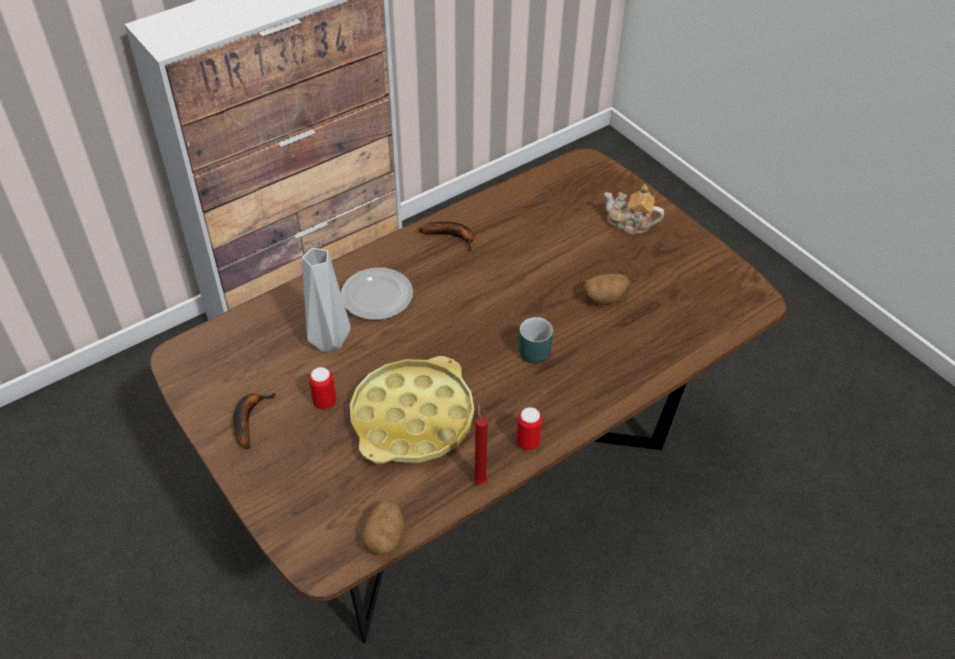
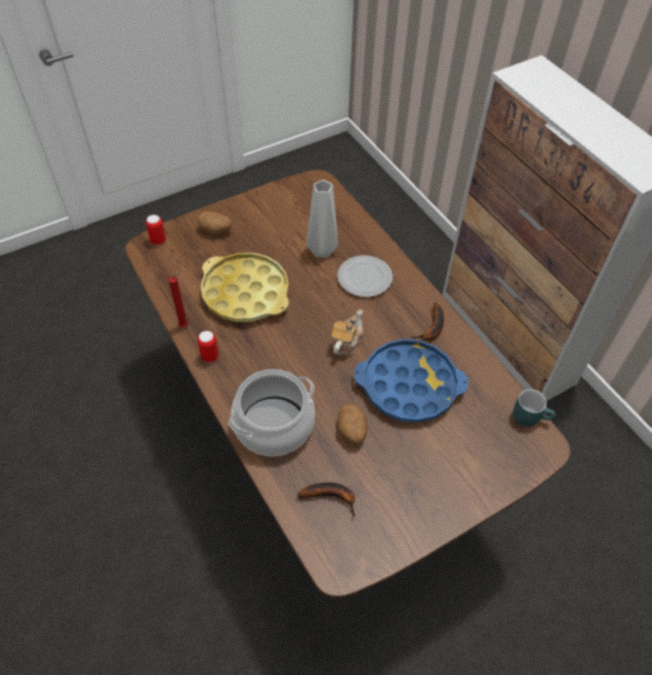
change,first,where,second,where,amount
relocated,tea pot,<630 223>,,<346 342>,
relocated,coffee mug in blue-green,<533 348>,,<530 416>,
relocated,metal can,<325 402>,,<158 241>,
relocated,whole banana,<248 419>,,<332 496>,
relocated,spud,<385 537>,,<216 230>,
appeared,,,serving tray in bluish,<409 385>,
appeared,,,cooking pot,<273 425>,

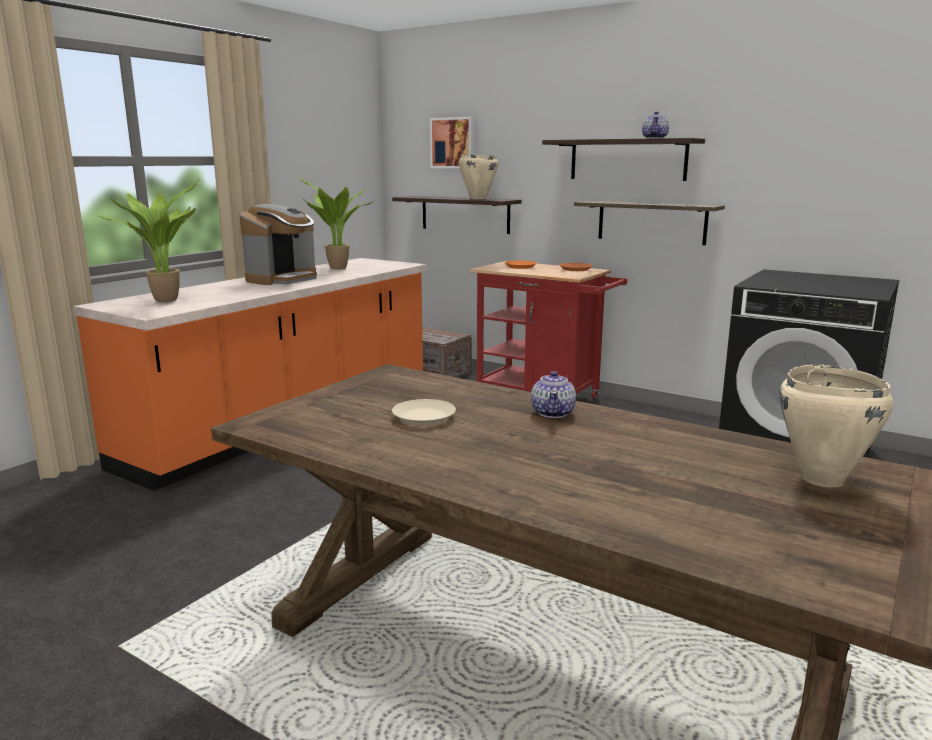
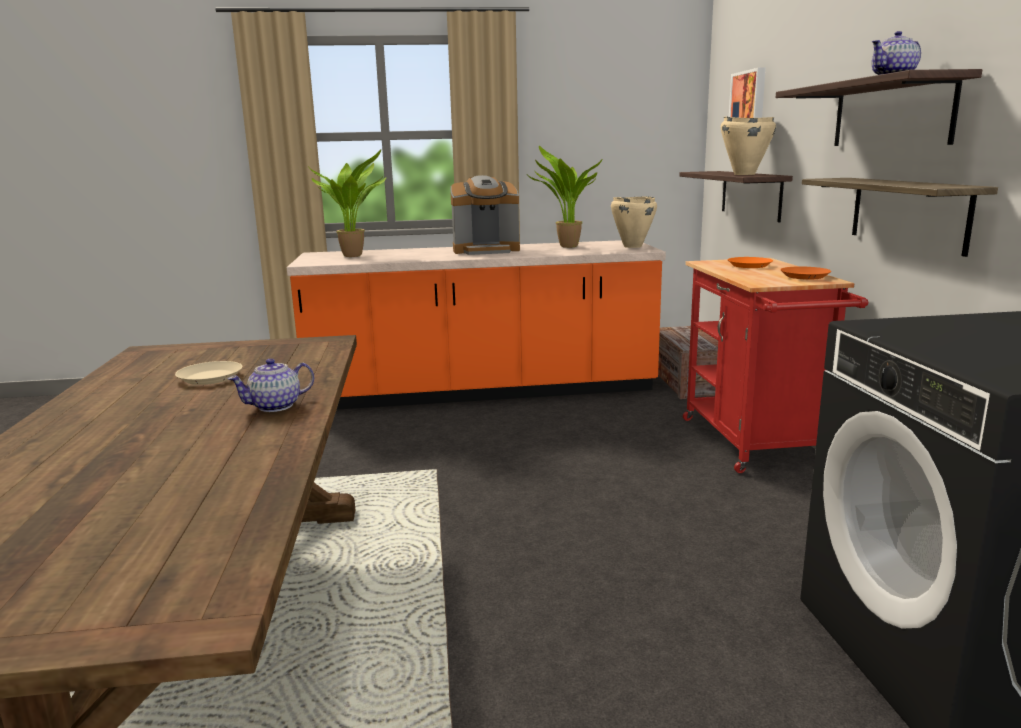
change,first,where,second,where,amount
relocated,cooking pot in beige,<821 479>,,<632 246>,

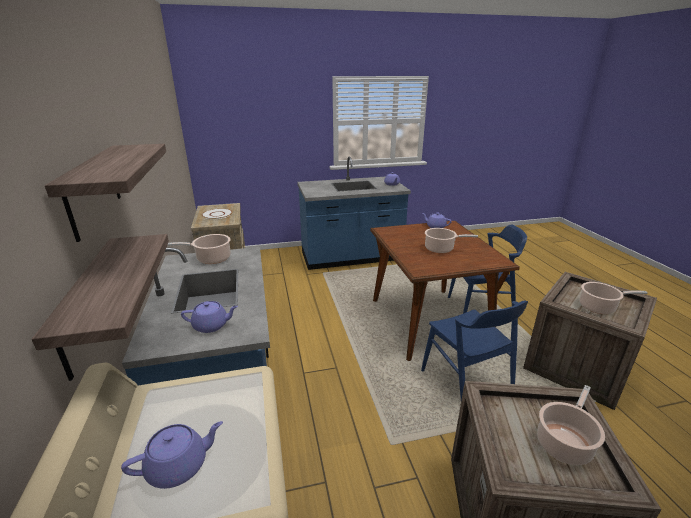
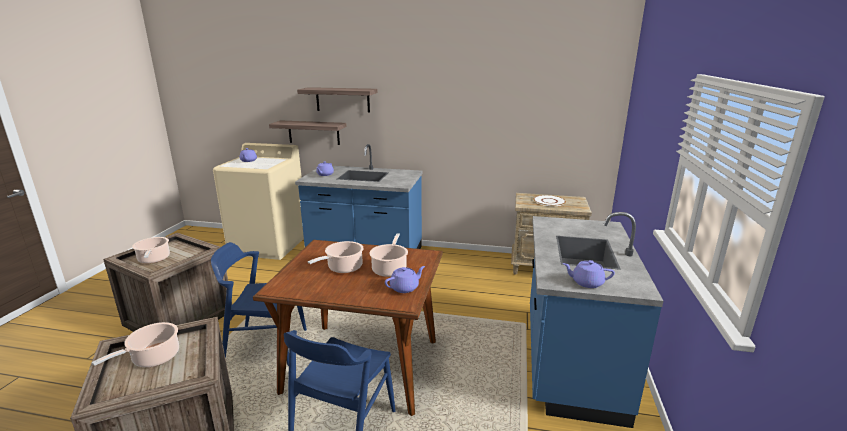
change,first,where,second,where,amount
relocated,cooking pot,<211 259>,,<390 269>,

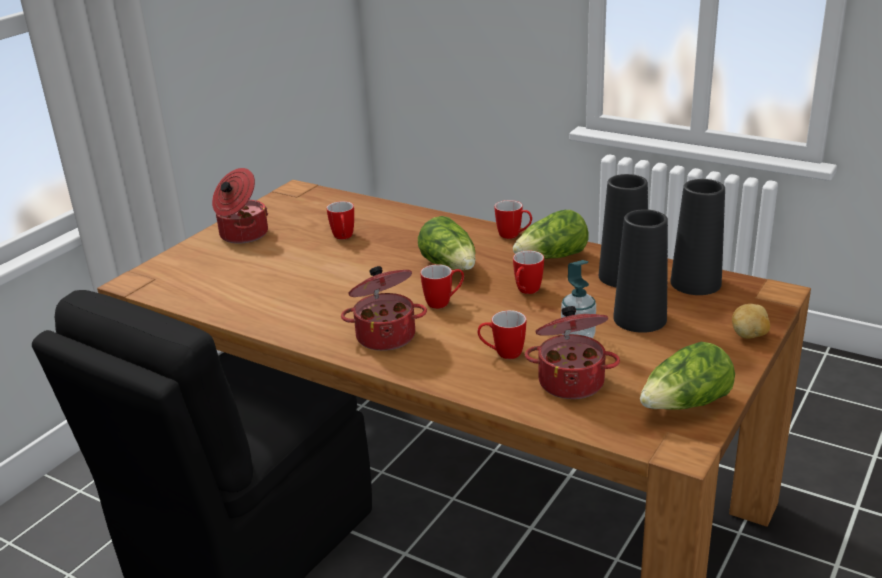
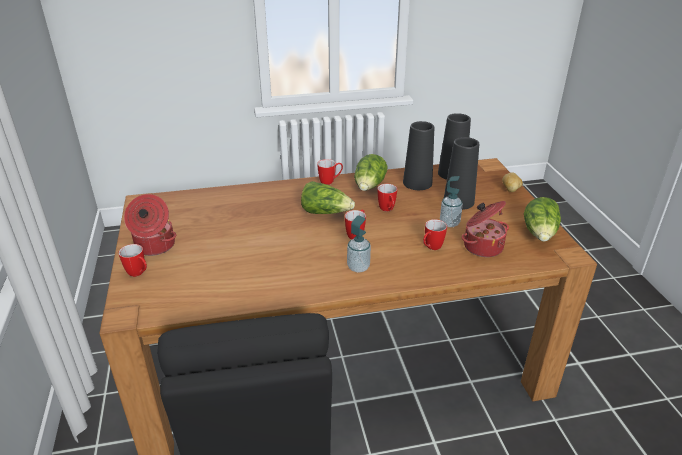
change,first,where,second,where,amount
relocated,coffee mug,<343 238>,,<139 274>,
exchanged,cooking pot,<386 335>,soap bottle,<358 267>,

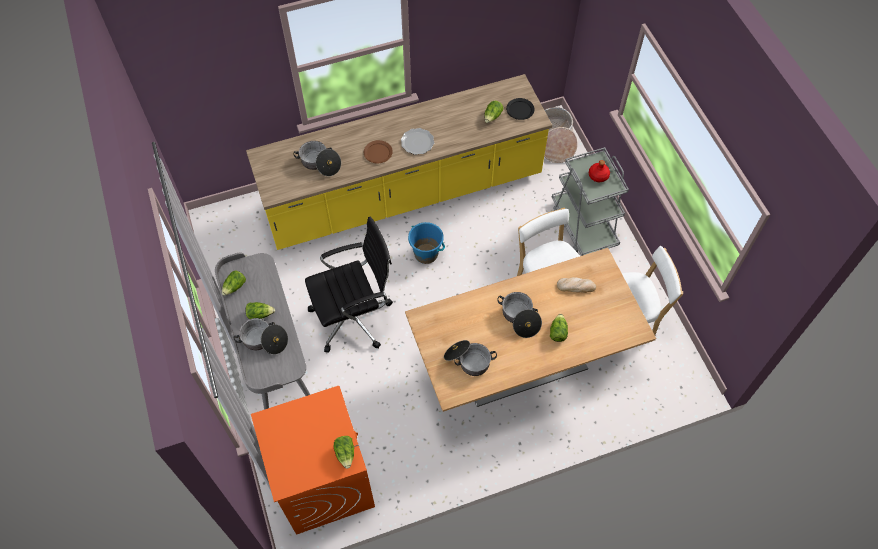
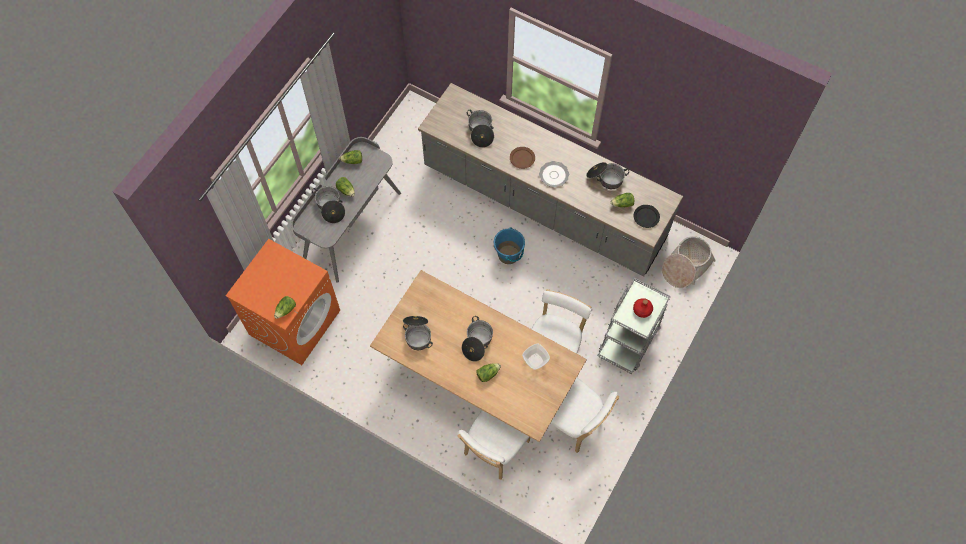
change,first,where,second,where,amount
colour,counter in yellow,<403 193>,counter in grey,<543 203>,
missing,computer chair in blackish,<354 317>,,,
exchanged,baked bread,<576 286>,serving bowl,<535 360>,
appeared,,,cooking pot,<605 178>,
appeared,,,plain chair in white-coloured,<494 450>,

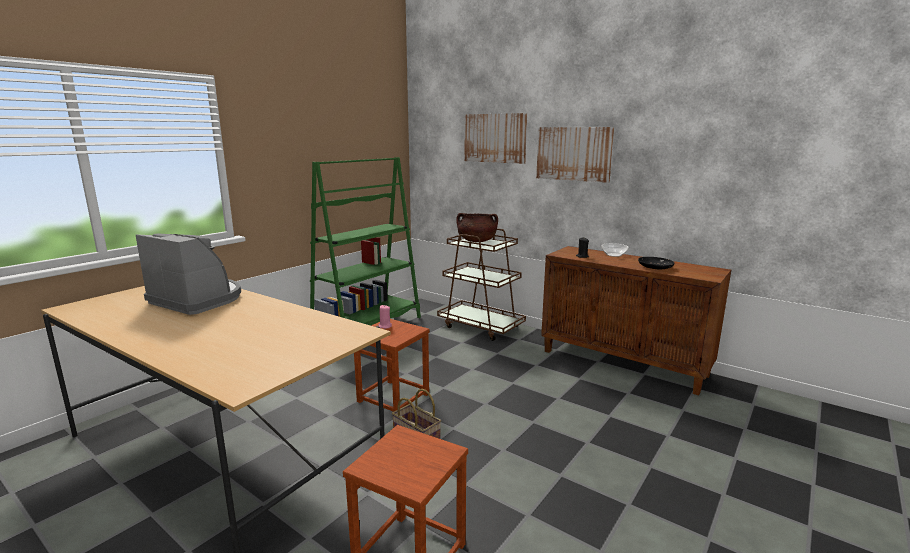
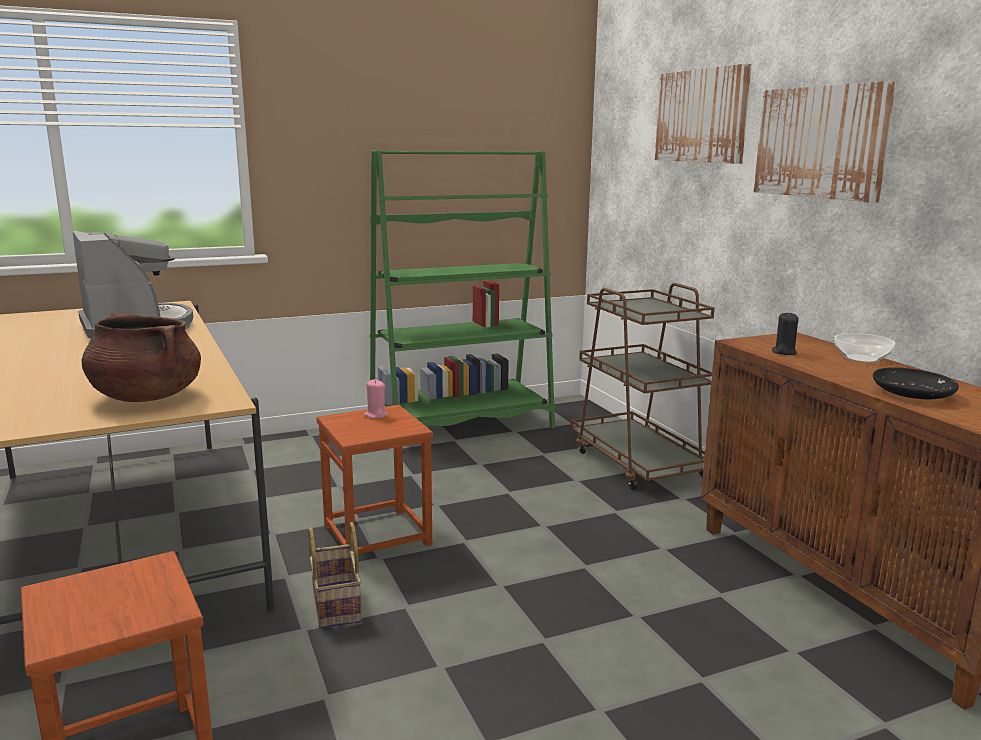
change,first,where,second,where,amount
relocated,cooking pot in brown-coloured,<477 241>,,<146 397>,

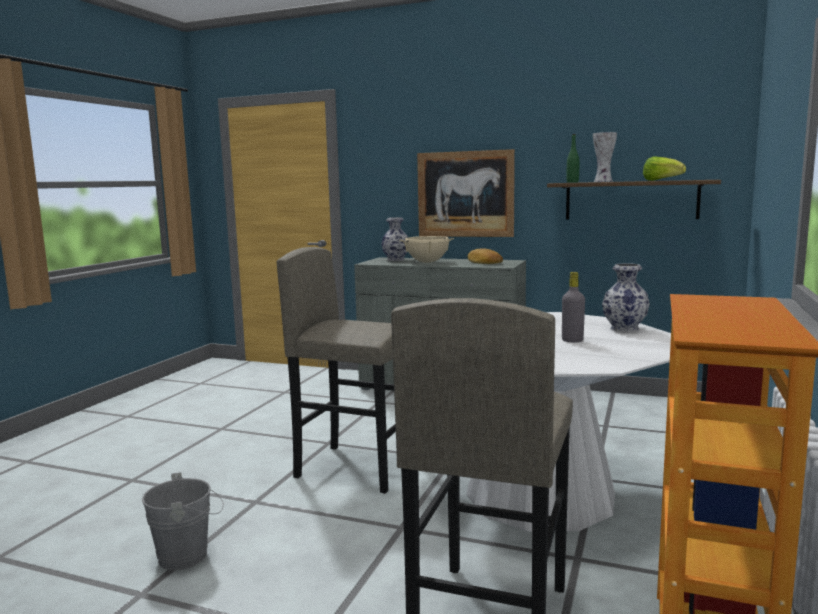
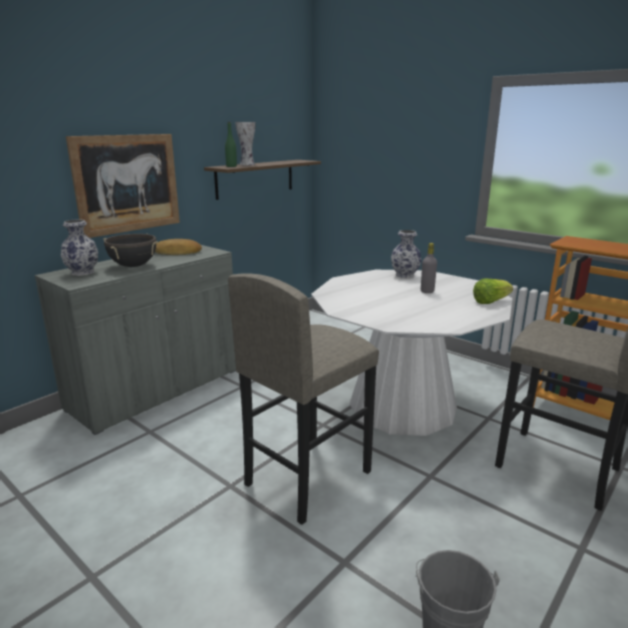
change,first,where,second,where,amount
relocated,head of lettuce,<661 180>,,<490 302>,
colour,cooking pot in beige,<427 262>,cooking pot in blackish,<133 266>,

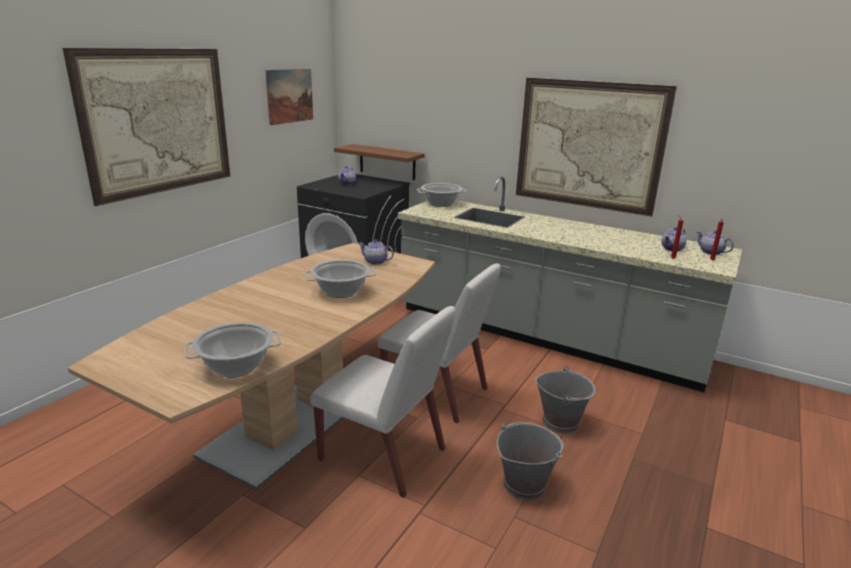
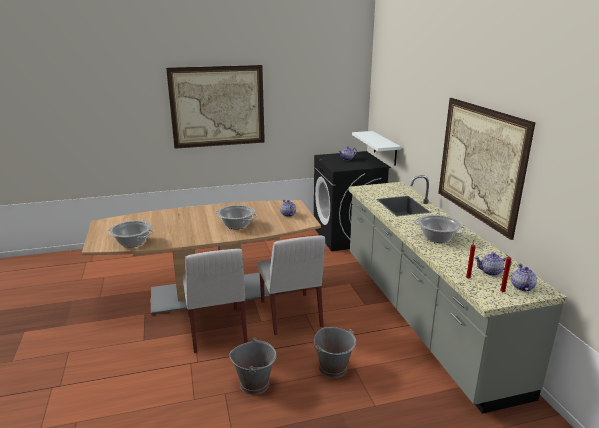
change,first,where,second,where,amount
missing,picture,<290 96>,,,
colour,wall shelf in brown-coloured,<387 162>,wall shelf in white-coloured,<385 148>,
relocated,cooking pot,<440 204>,,<437 238>,

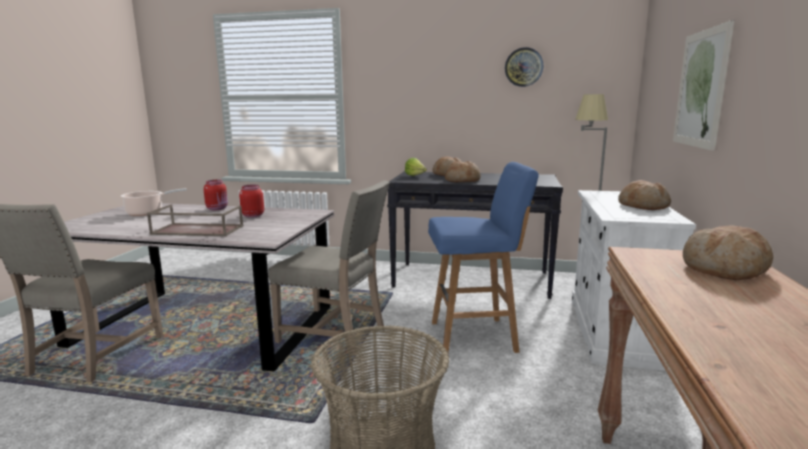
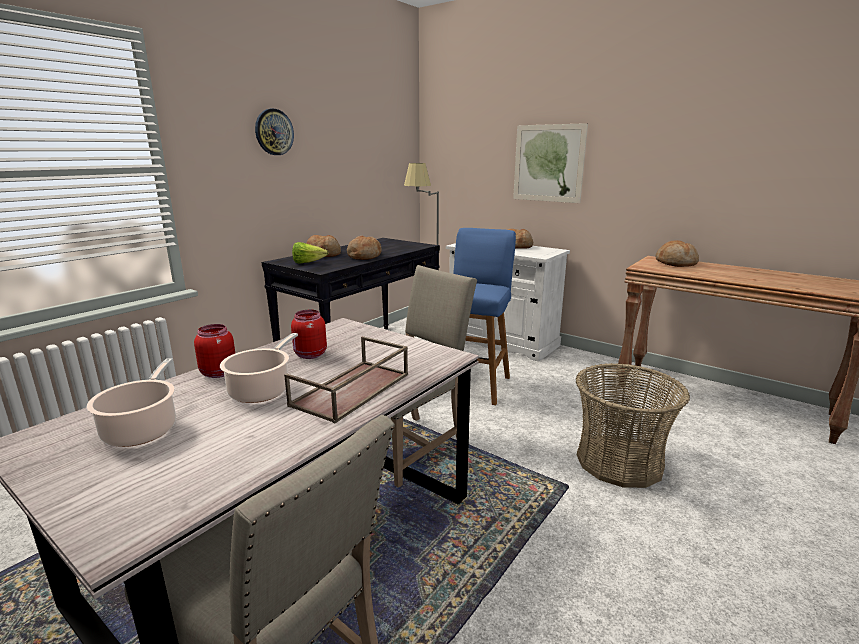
change,first,where,second,where,amount
relocated,clock on the wall,<523 67>,,<274 132>,
appeared,,,cooking pot,<262 390>,

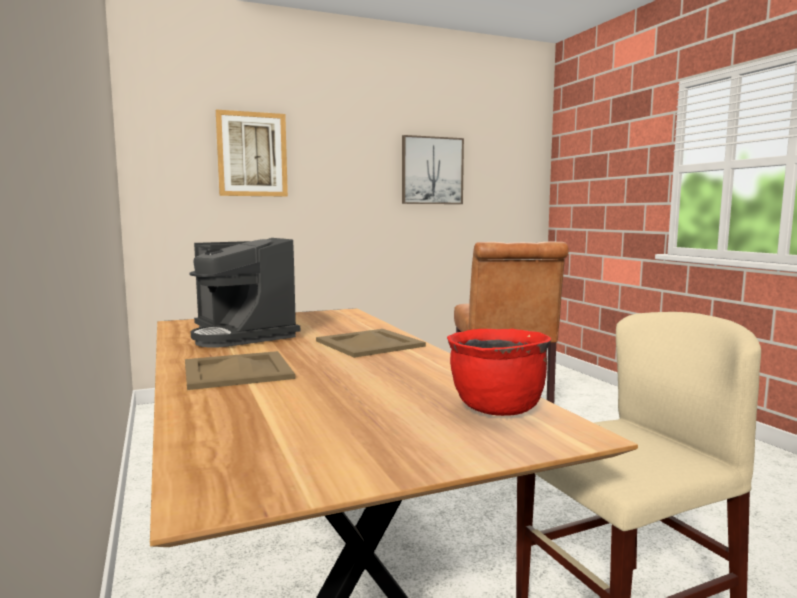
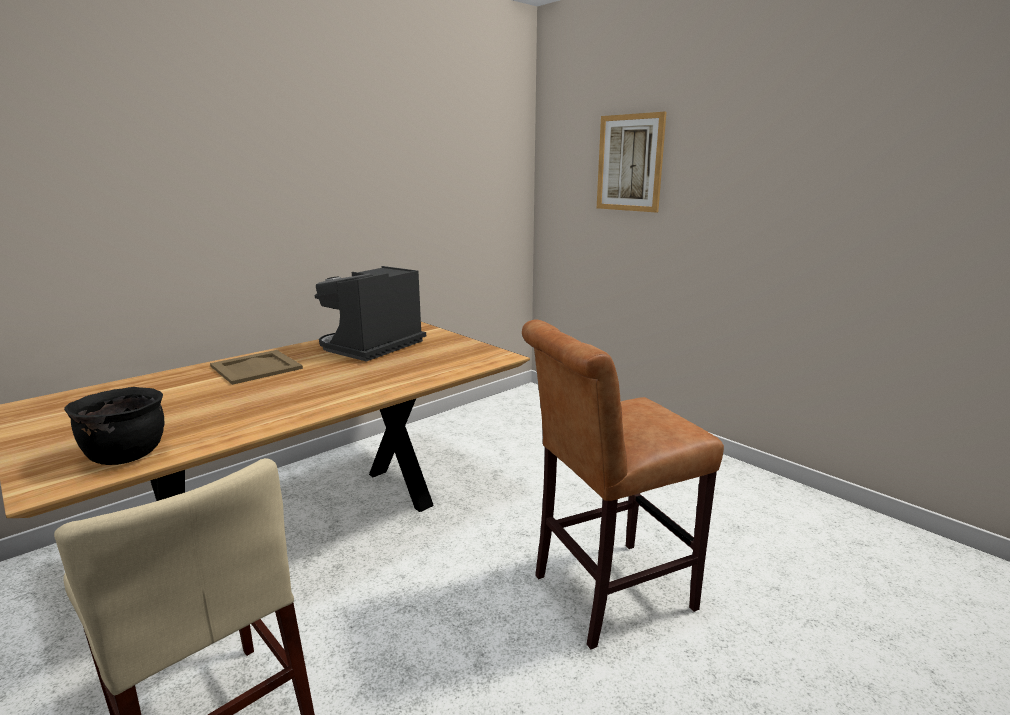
change,first,where,second,where,amount
missing,picture,<432 170>,,,
missing,serving tray in beige,<369 344>,,,
colour,cooking pot in reddish,<496 408>,cooking pot in blackish,<126 455>,

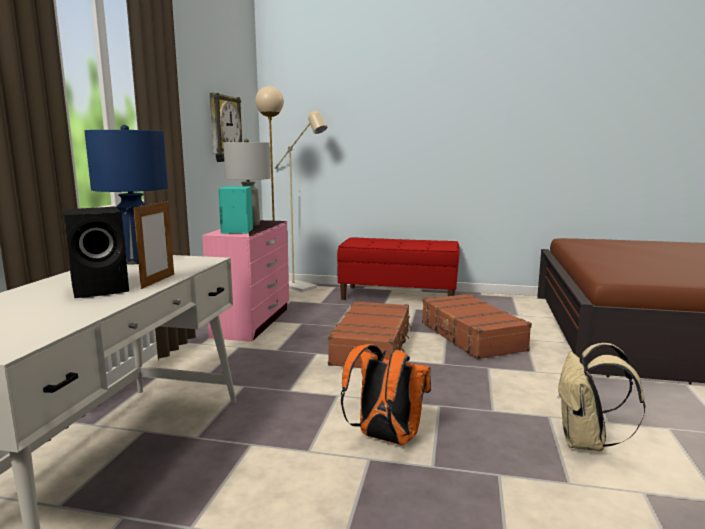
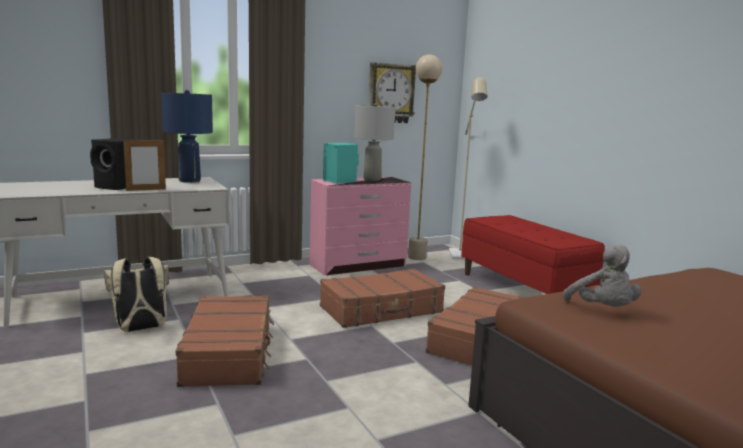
change,first,where,second,where,amount
relocated,rucksack in beige,<586 443>,,<140 329>,
exchanged,rucksack in orange-coloured,<385 438>,travel case in brown-coloured,<229 353>,
appeared,,,soft toy in grey,<603 310>,

